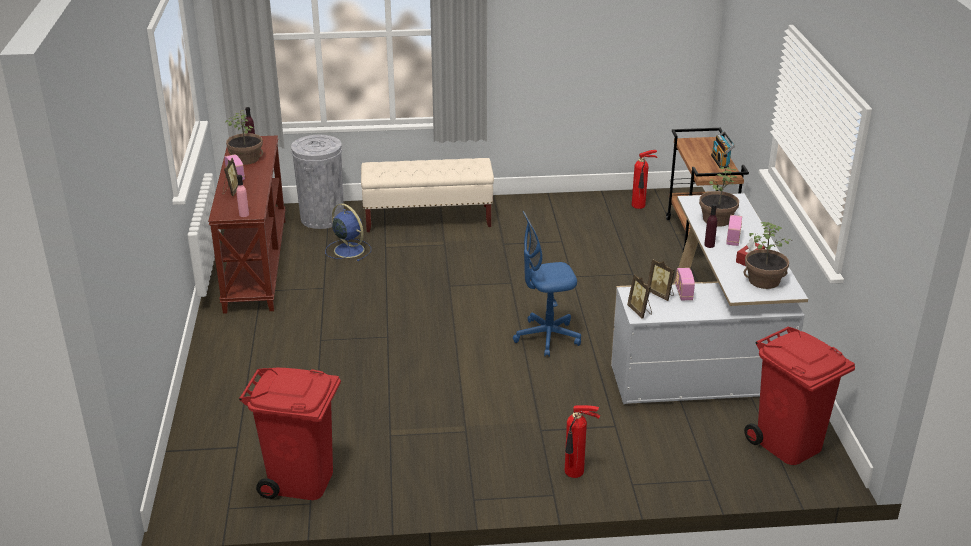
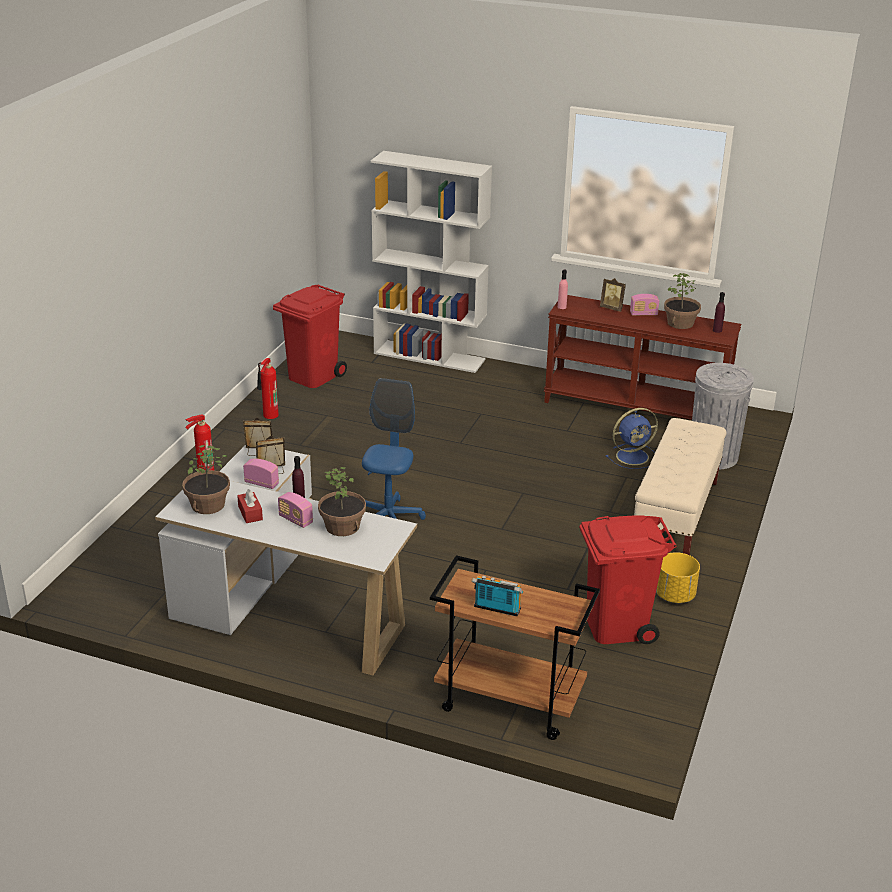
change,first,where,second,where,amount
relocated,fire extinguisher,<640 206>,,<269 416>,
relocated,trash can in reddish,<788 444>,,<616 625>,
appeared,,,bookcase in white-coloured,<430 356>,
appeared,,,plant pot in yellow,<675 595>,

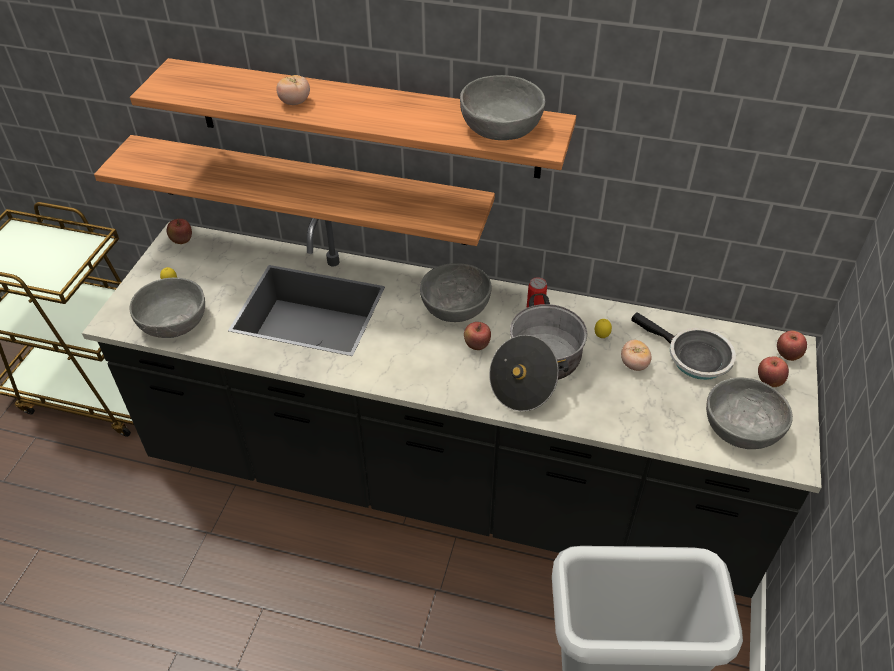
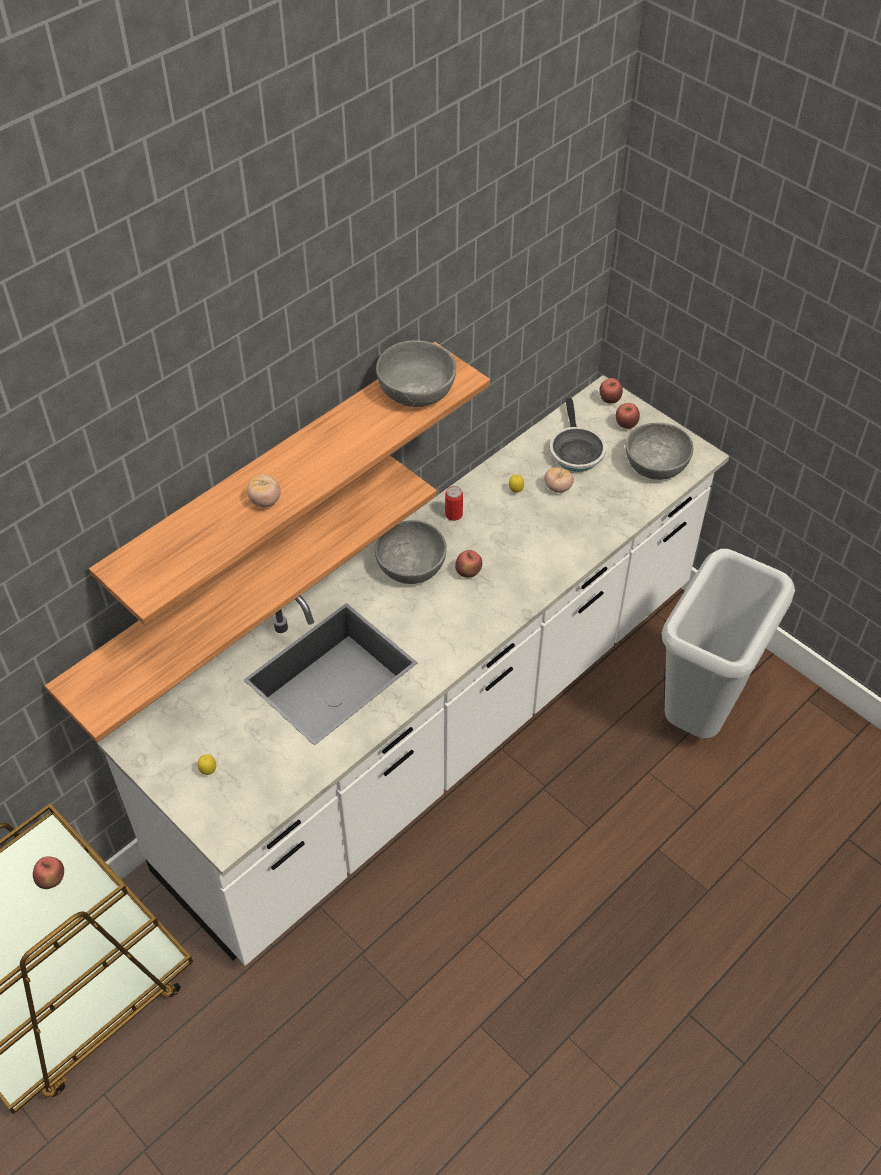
change,first,where,second,where,amount
colour,counter in blackish,<447 481>,counter in white-coloured,<440 726>,
relocated,whole apple,<182 241>,,<52 880>,
missing,serving bowl in grey,<174 321>,,,
missing,cooking pot,<536 369>,,,
spun,skillet,<693 357>,,<575 451>,105 degrees clockwise

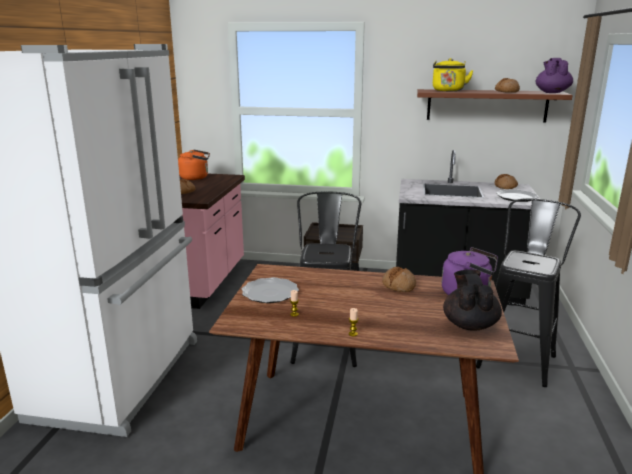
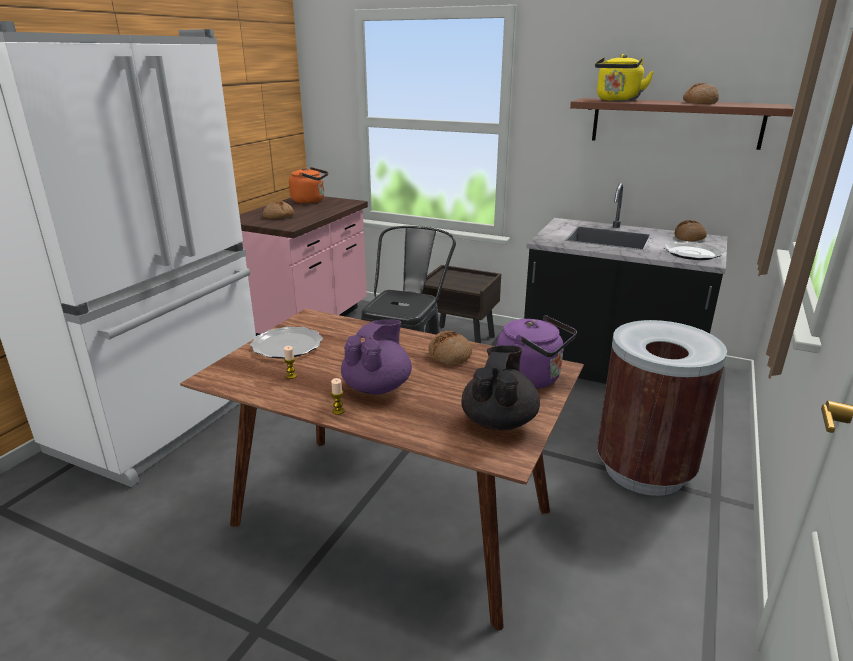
change,first,where,second,where,amount
relocated,tea pot in purple,<552 92>,,<377 387>,
exchanged,sitting stool in blackish,<518 357>,trash can in brown-coloured,<644 470>,

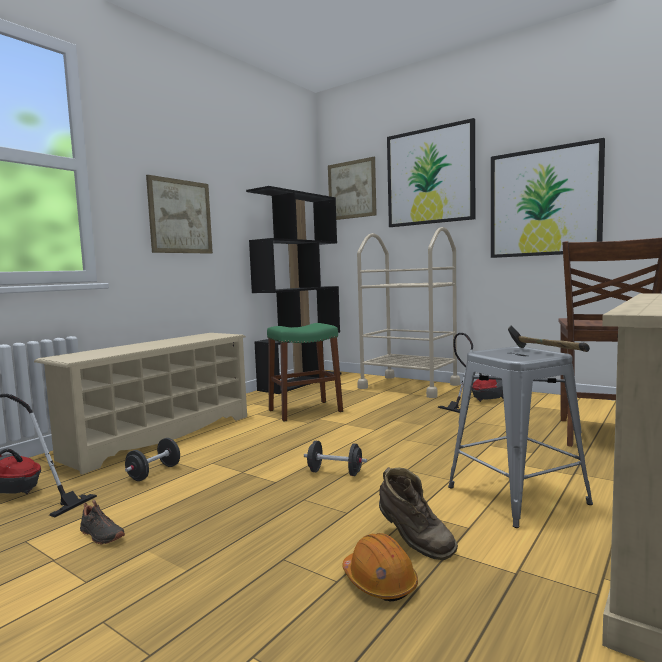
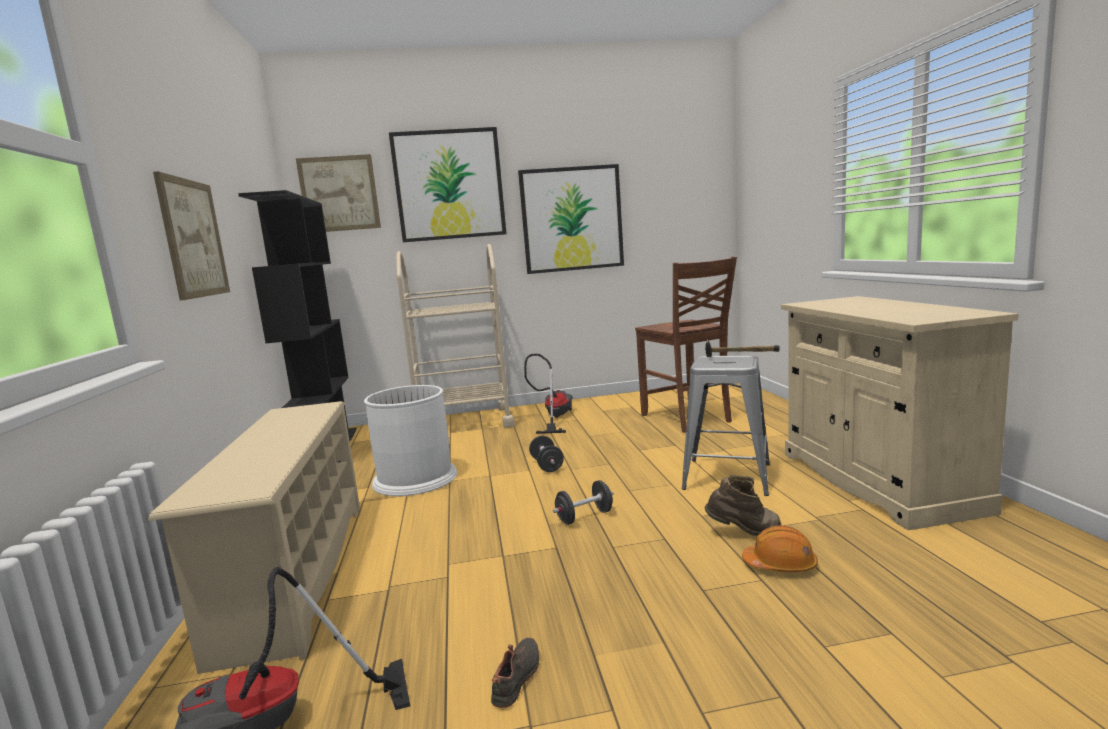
change,first,where,second,where,amount
exchanged,sitting stool in green,<305 411>,trash can in white-coloured,<415 478>,
relocated,hand weight in blackish,<154 473>,,<547 465>,
spun,shoe in blackish,<100 536>,,<518 679>,60 degrees counterclockwise

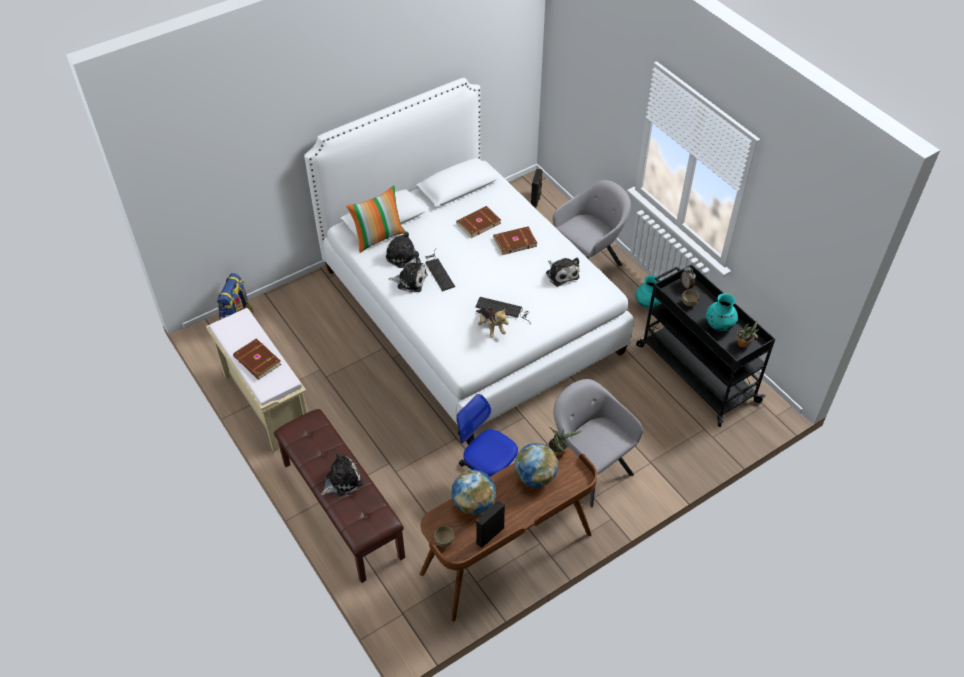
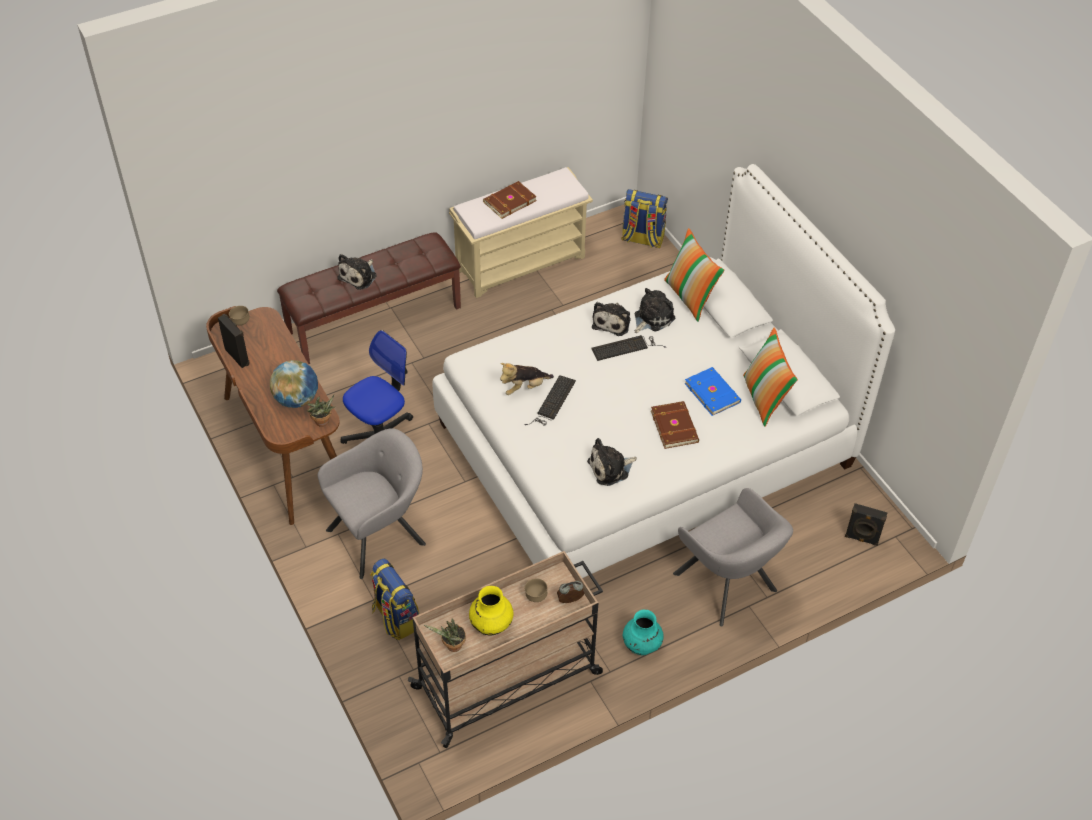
change,first,where,second,where,amount
colour,book in brown-coloured,<478 223>,book in bluish,<713 392>,
colour,cart in blackish,<695 372>,cart in beige,<509 680>,
colour,flower vase in blue-green,<719 325>,flower vase in yellow,<491 624>,
spun,soft toy,<342 480>,,<359 276>,60 degrees clockwise
missing,globe,<473 503>,,,
appeared,,,cushion,<765 399>,
appeared,,,rucksack,<395 618>,

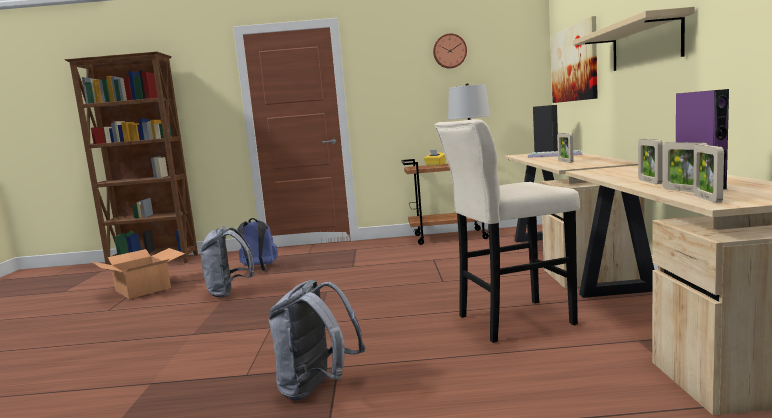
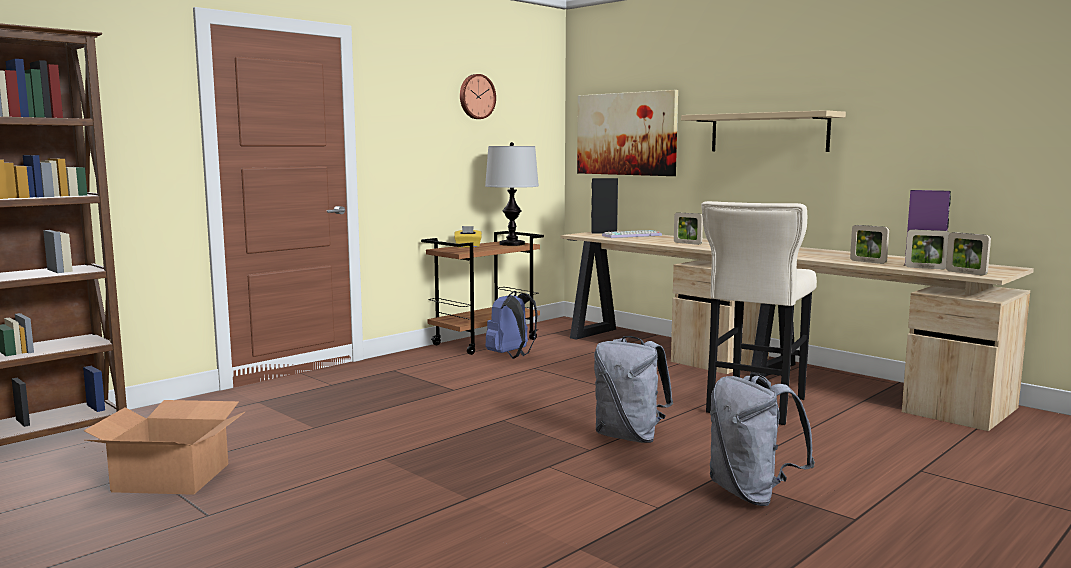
change,first,where,second,where,amount
relocated,rucksack in bluish,<259 269>,,<511 355>,
relocated,rucksack in grey,<230 293>,,<629 437>,

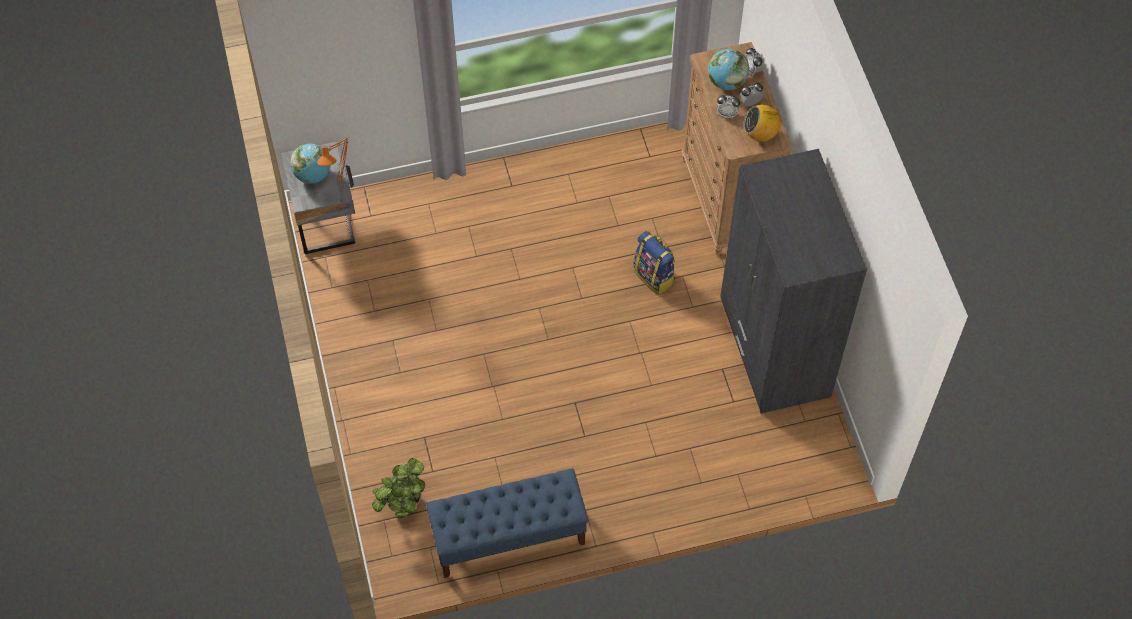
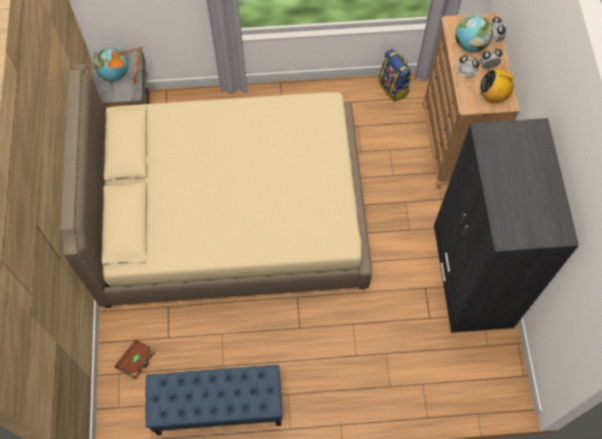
change,first,where,second,where,amount
relocated,rucksack,<654 276>,,<394 88>,
exchanged,plant in a pot,<402 503>,book in brown-coloured,<137 361>,
appeared,,,sleeping bed in beige,<231 215>,

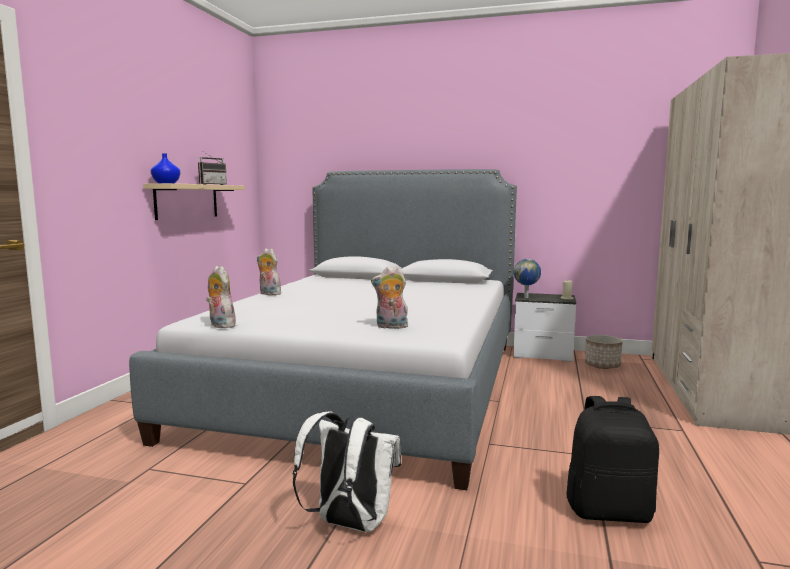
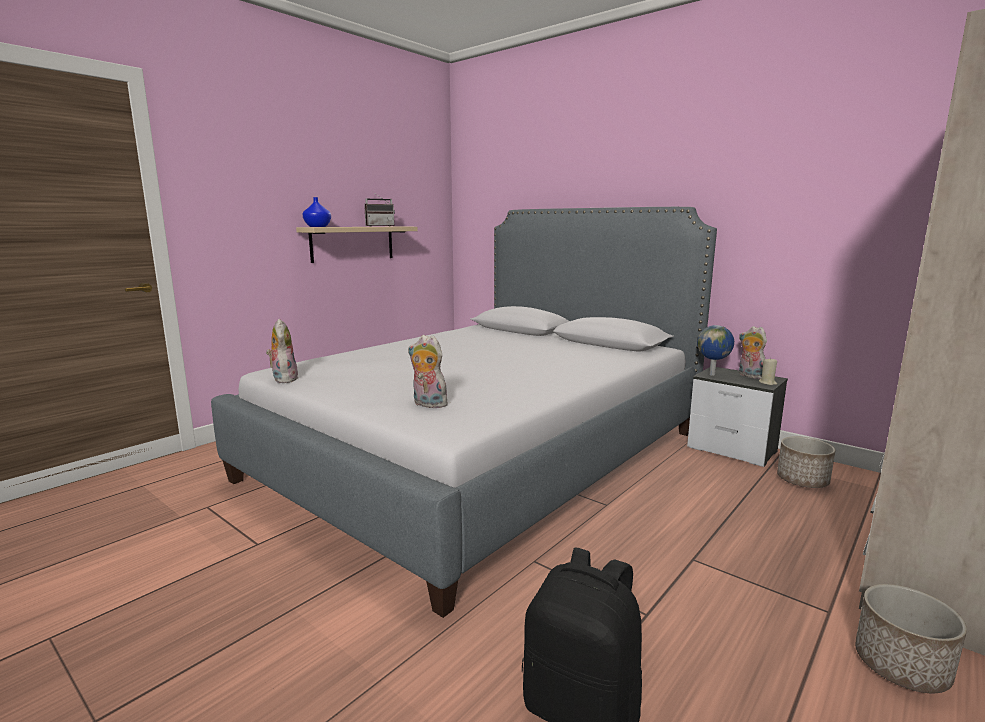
change,first,where,second,where,amount
relocated,soft toy,<268 294>,,<749 376>,
missing,rucksack in white-coloured,<349 524>,,,
appeared,,,plant pot,<902 666>,

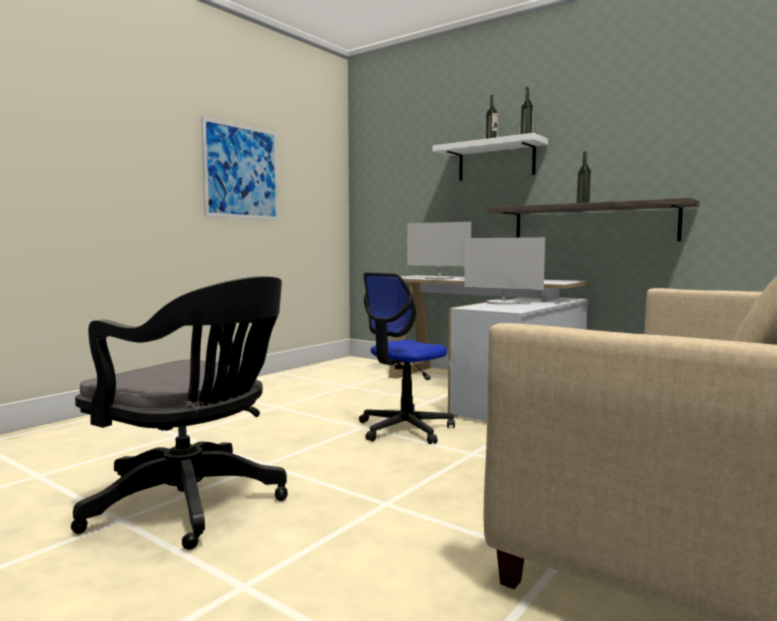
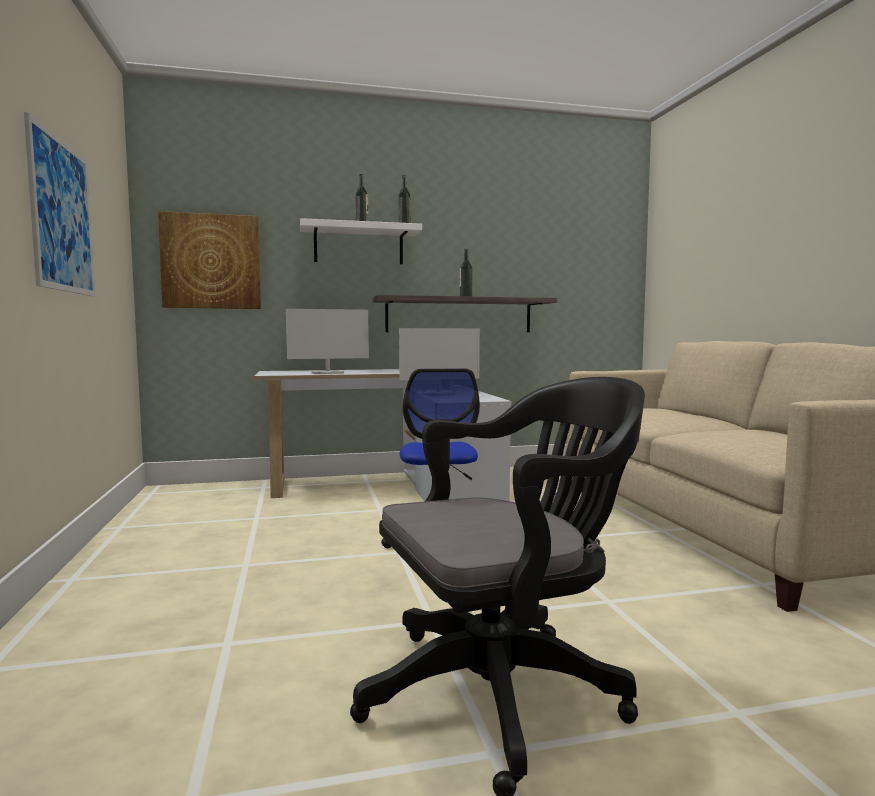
change,first,where,second,where,amount
appeared,,,picture,<211 261>,

